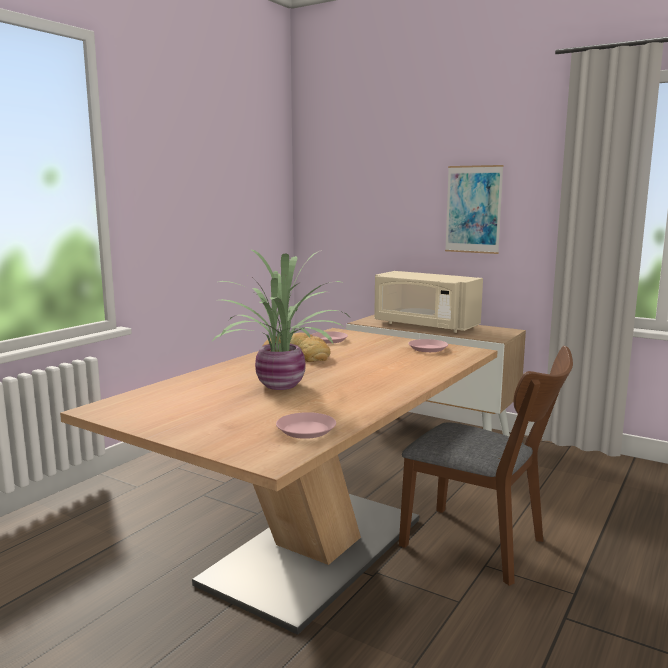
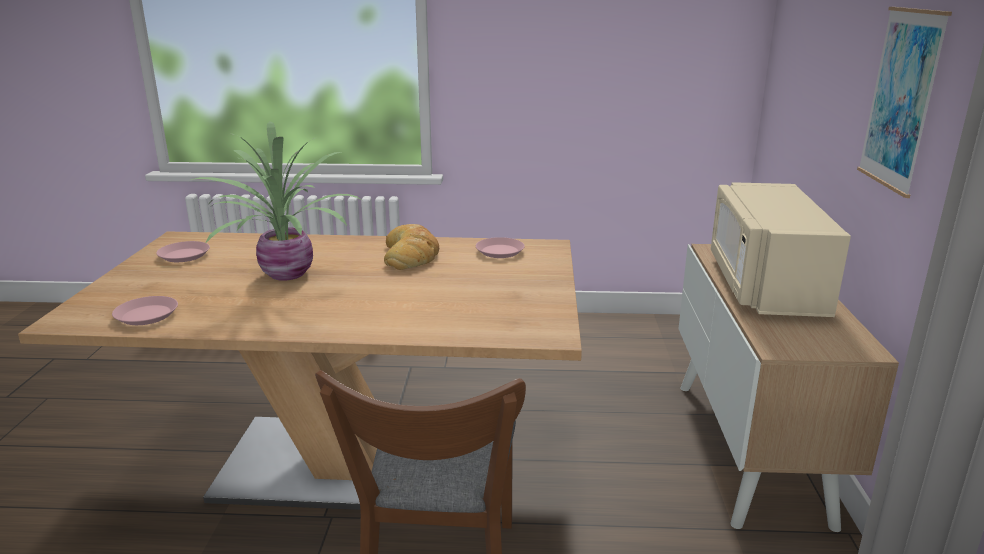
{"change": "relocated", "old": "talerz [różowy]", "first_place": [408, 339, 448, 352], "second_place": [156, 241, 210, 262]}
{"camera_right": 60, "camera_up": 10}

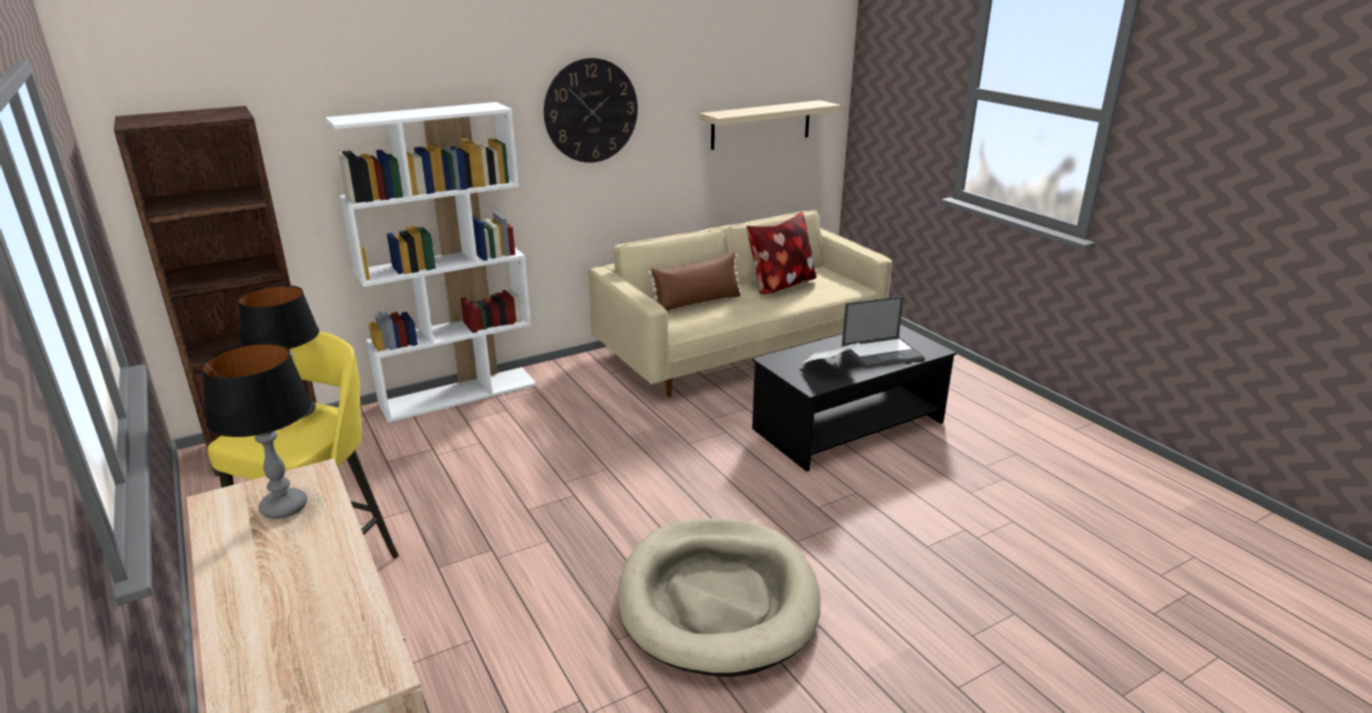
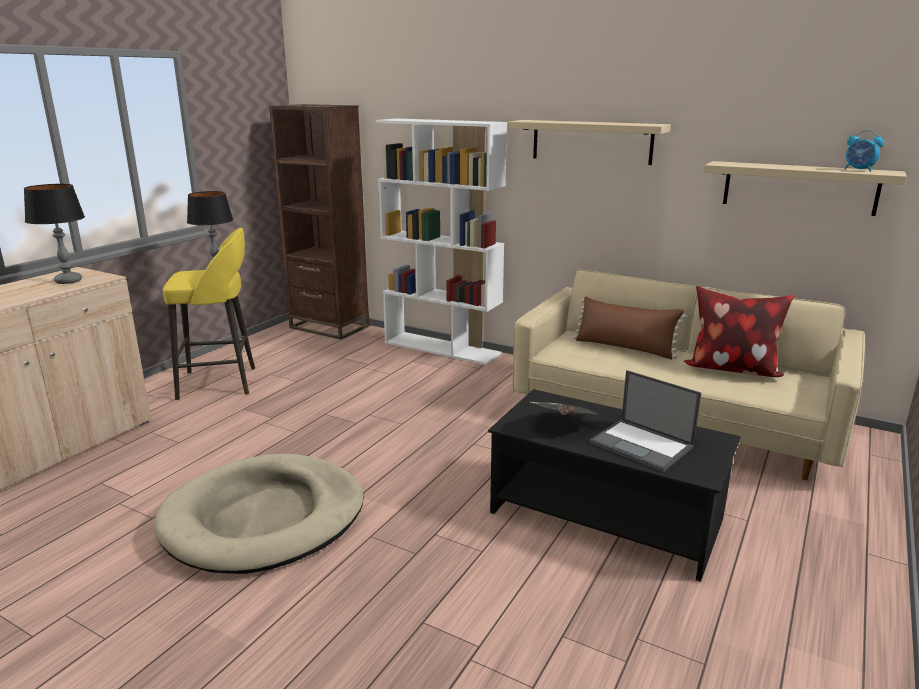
{"change": "exchanged", "old": "zegar ścienny", "new": "półka [beżowy]", "first_place": [544, 58, 638, 163], "second_place": [508, 120, 671, 165]}
{"change": "appeared", "new": "budzik", "second_place": [844, 130, 884, 172]}
{"camera_right": 60, "camera_up": -5}

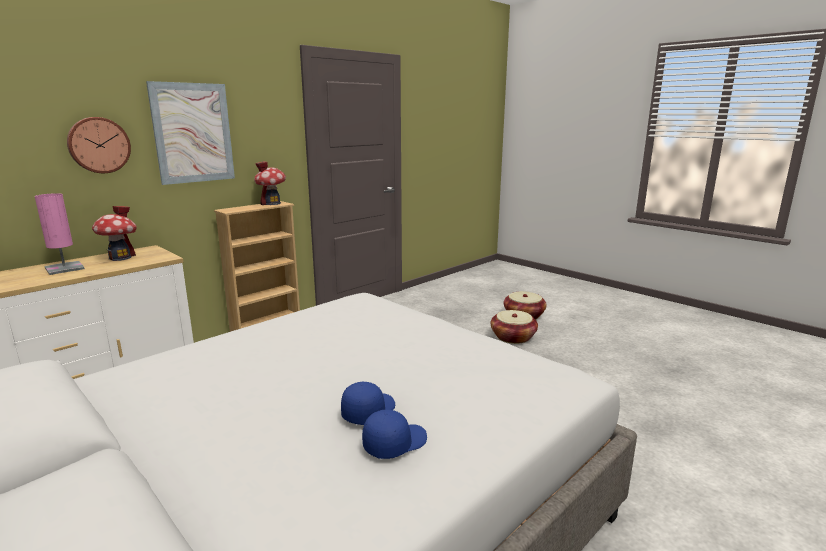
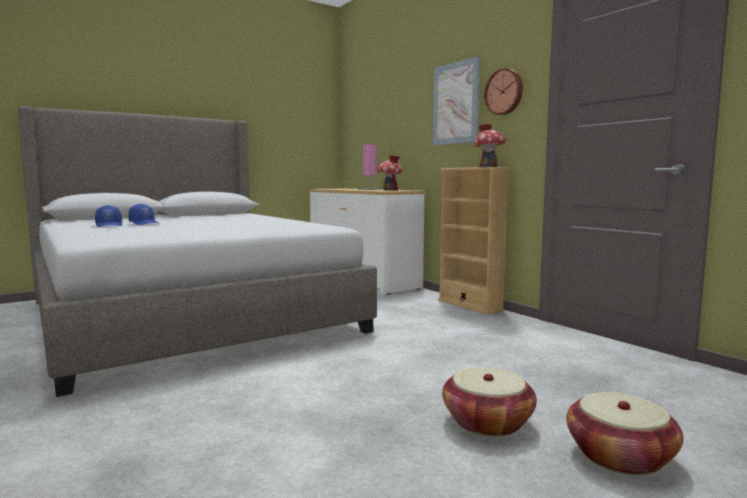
{"change": "relocated", "old": "zegar ścienny", "first_place": [67, 117, 131, 173], "second_place": [484, 68, 523, 115]}
{"camera_right": 100, "camera_up": -10}

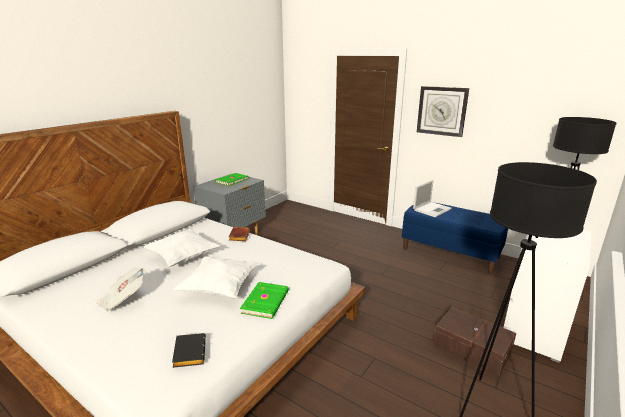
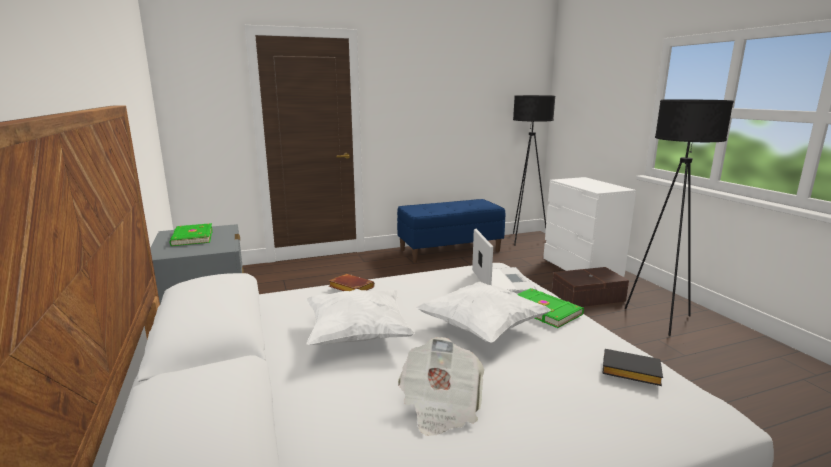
{"change": "relocated", "old": "laptop", "first_place": [413, 180, 452, 217], "second_place": [472, 229, 537, 293]}
{"change": "missing", "old": "zegar ścienny", "first_place": [417, 86, 469, 137]}
{"camera_right": -55, "camera_up": -5}

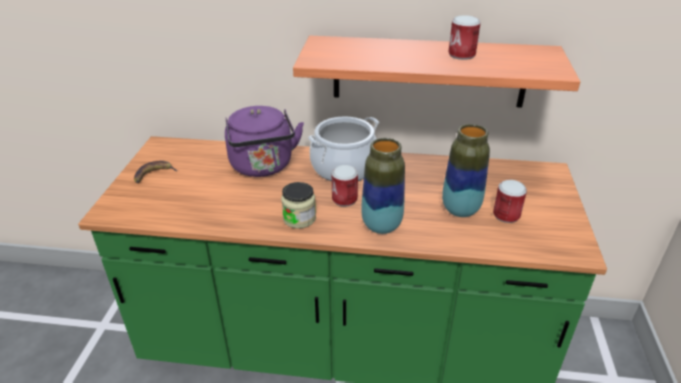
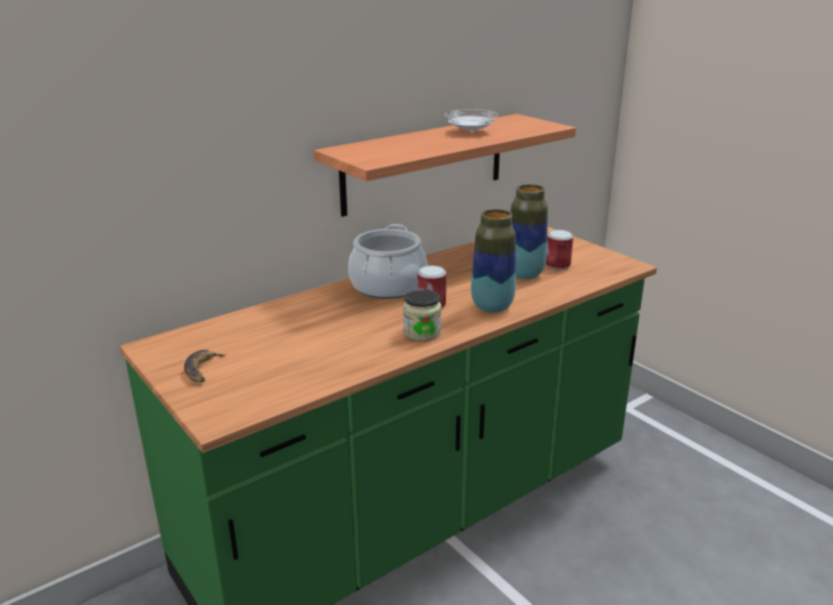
{"change": "exchanged", "old": "puszka", "new": "talerz [biały]", "first_place": [449, 15, 481, 60], "second_place": [445, 109, 498, 132]}
{"change": "missing", "old": "czajnik [fioletowy]", "first_place": [225, 106, 304, 177]}
{"camera_right": -45, "camera_up": -10}

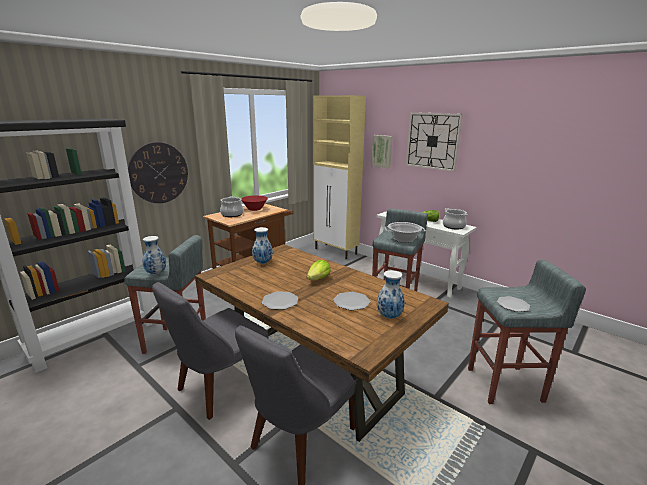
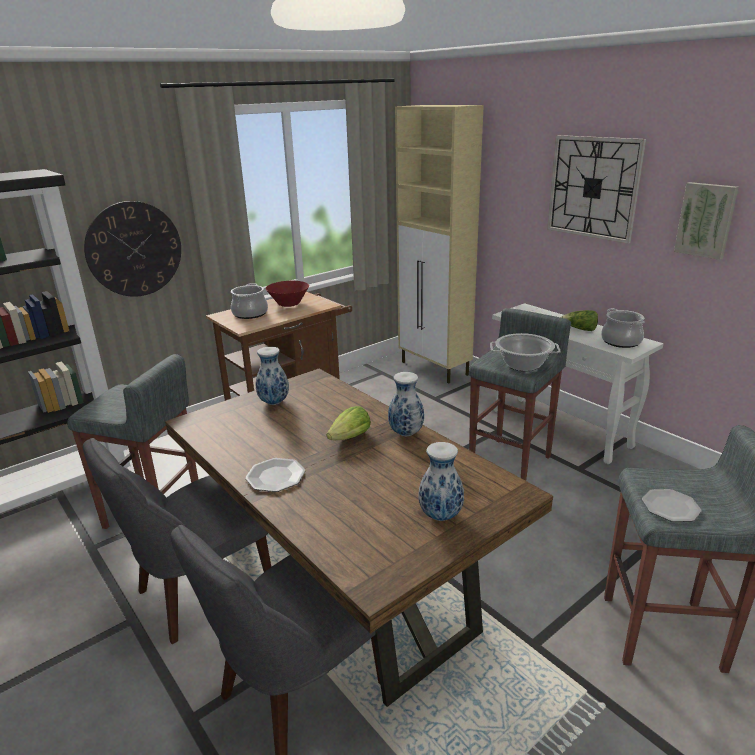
{"change": "relocated", "old": "wazon", "first_place": [143, 236, 166, 275], "second_place": [388, 372, 424, 436]}
{"change": "relocated", "old": "obraz", "first_place": [371, 135, 393, 169], "second_place": [674, 182, 739, 260]}
{"change": "missing", "old": "talerz", "first_place": [333, 292, 371, 310]}
{"camera_right": 10, "camera_up": 5}

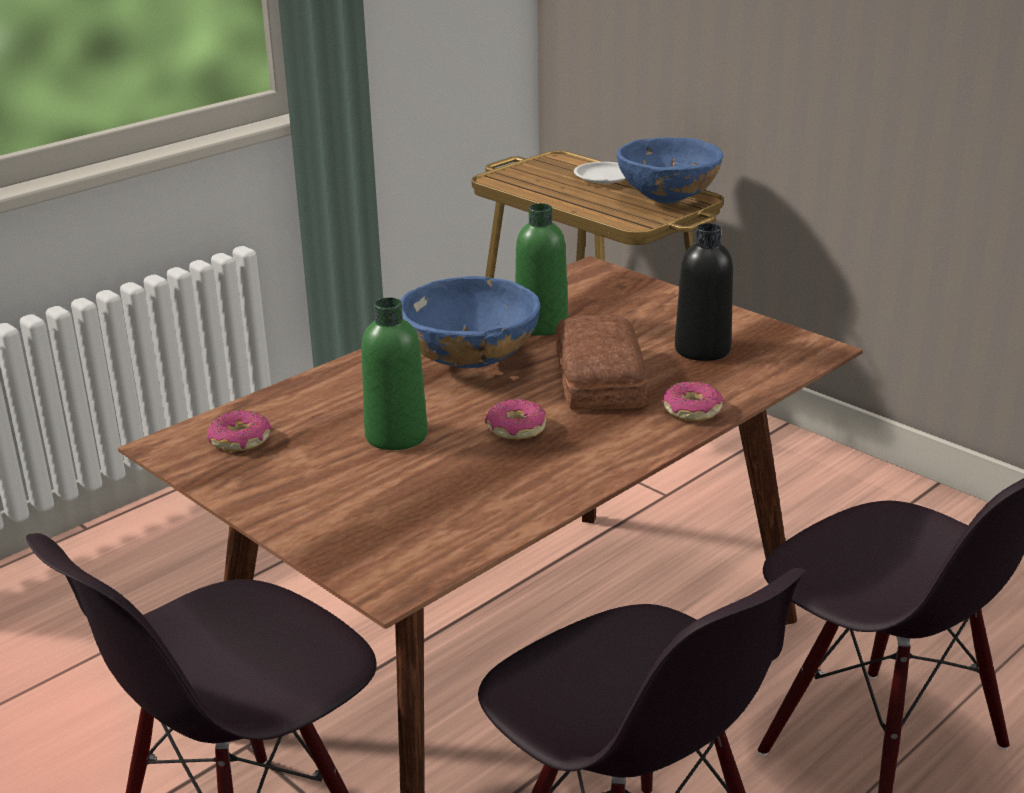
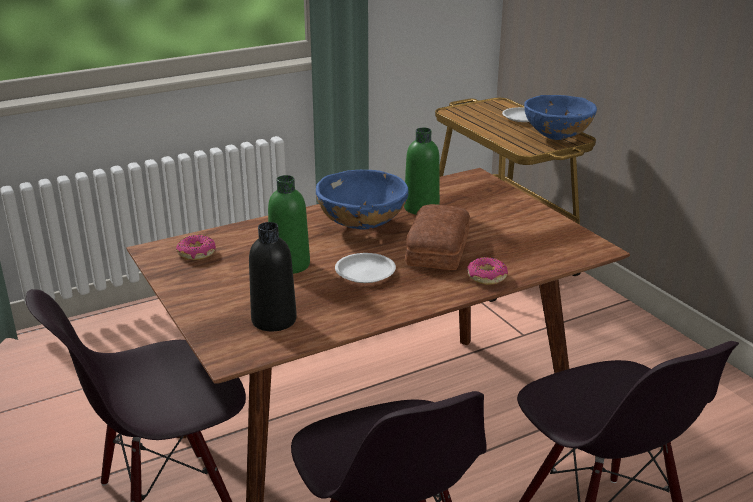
{"change": "relocated", "old": "butelka [czarny]", "first_place": [675, 223, 733, 361], "second_place": [249, 222, 297, 331]}
{"change": "exchanged", "old": "donut", "new": "talerz [biały]", "first_place": [485, 399, 546, 440], "second_place": [335, 253, 396, 283]}
{"camera_right": 15, "camera_up": 0}

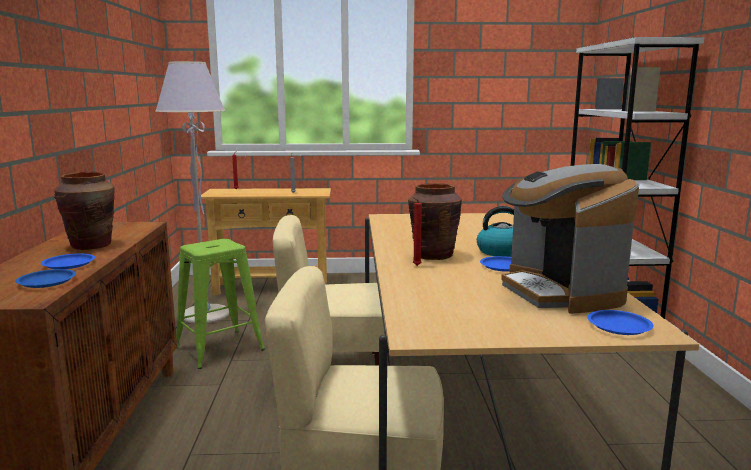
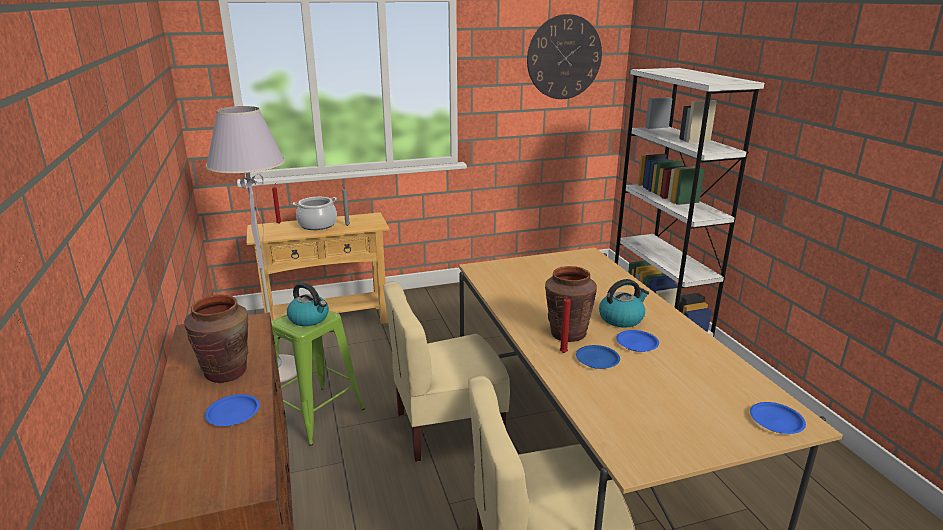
{"change": "appeared", "new": "czajnik", "second_place": [287, 282, 329, 326]}
{"change": "appeared", "new": "garnek", "second_place": [293, 197, 337, 230]}
{"change": "appeared", "new": "zegar ścienny", "second_place": [527, 14, 602, 99]}
{"change": "relocated", "old": "talerz [niebieski]", "first_place": [15, 269, 76, 288], "second_place": [576, 345, 620, 369]}
{"change": "missing", "old": "ekspres do kawy", "first_place": [501, 164, 639, 314]}
{"camera_right": -15, "camera_up": 10}

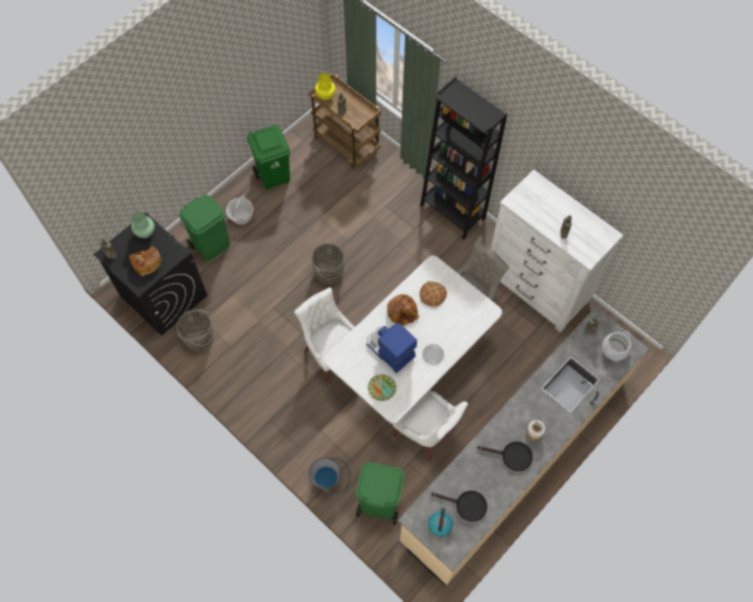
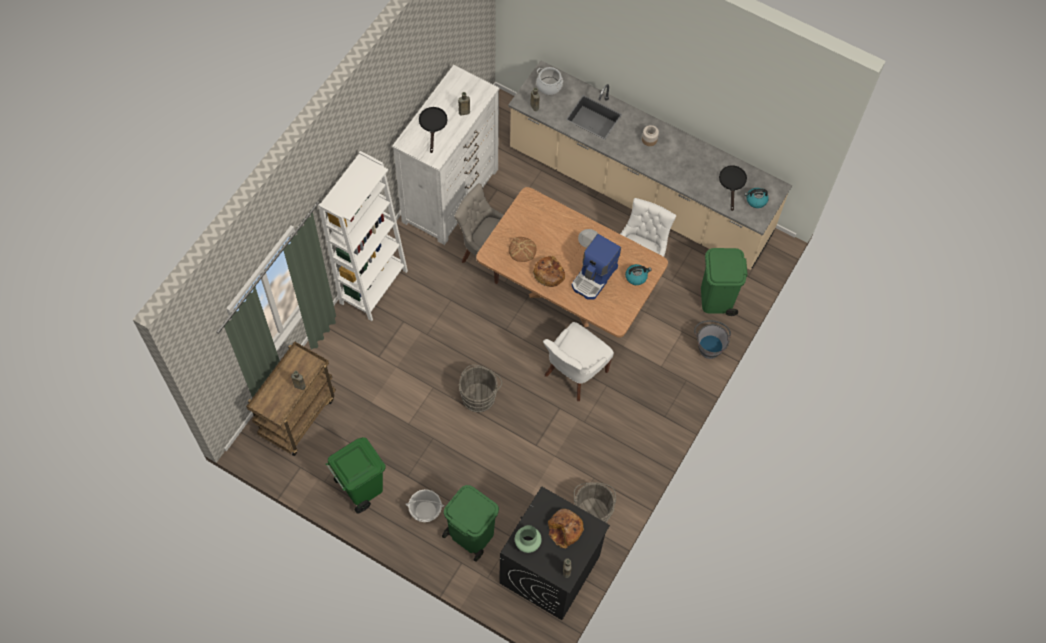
{"change": "colour", "old": "regał [czarny]", "new": "regał [biały]", "first_place": [420, 77, 507, 240], "second_place": [318, 151, 408, 321]}
{"change": "relocated", "old": "patelnia [czarny]", "first_place": [477, 442, 533, 471], "second_place": [419, 107, 447, 153]}
{"change": "colour", "old": "stół jadalny [biały]", "new": "stół jadalny [brązowy]", "first_place": [324, 256, 502, 424], "second_place": [476, 187, 668, 337]}
{"change": "exchanged", "old": "talerz", "new": "czajnik", "first_place": [368, 374, 396, 401], "second_place": [625, 264, 652, 285]}
{"change": "missing", "old": "wazon [żółty]", "first_place": [315, 73, 335, 100]}
{"camera_right": -105, "camera_up": 0}

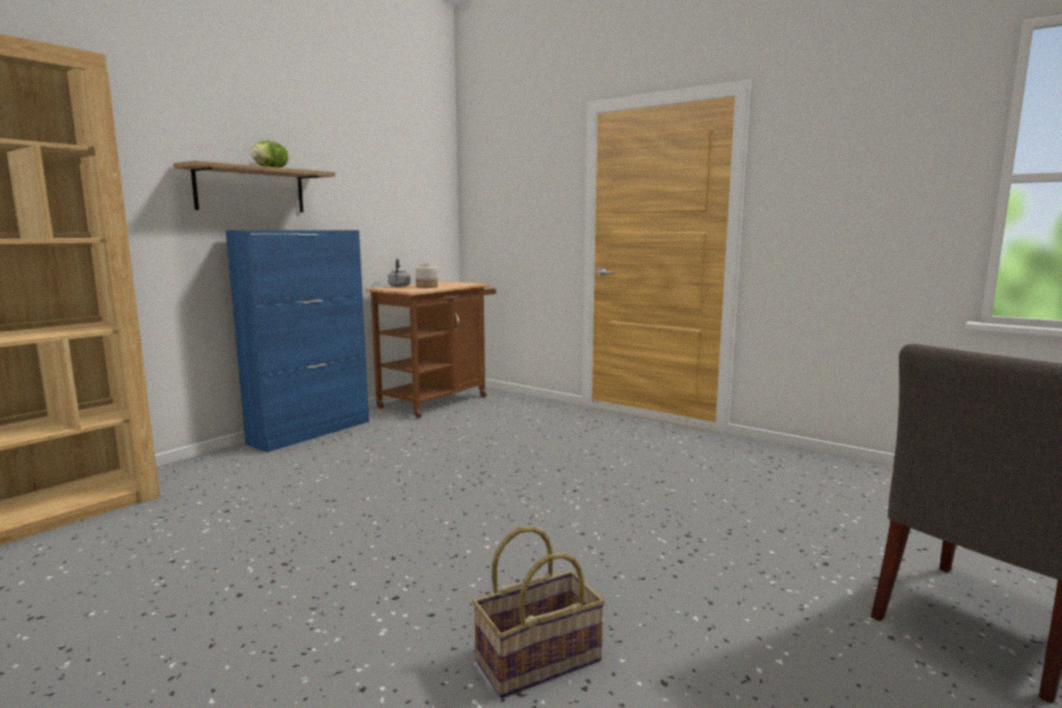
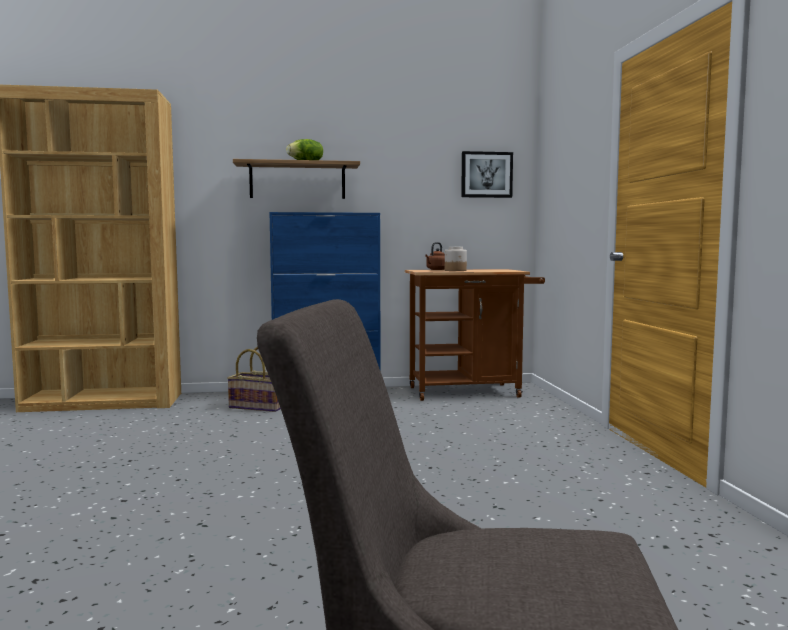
{"change": "relocated", "old": "koszyk", "first_place": [472, 526, 605, 698], "second_place": [227, 346, 281, 412]}
{"change": "colour", "old": "czajnik [szary]", "new": "czajnik [brązowy]", "first_place": [388, 259, 411, 287], "second_place": [425, 242, 445, 270]}
{"change": "appeared", "new": "obraz", "second_place": [461, 151, 513, 198]}
{"camera_right": 45, "camera_up": -5}

